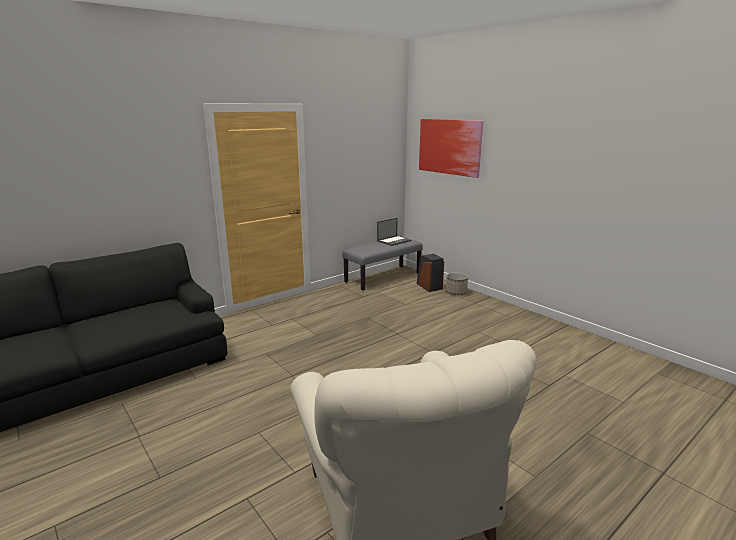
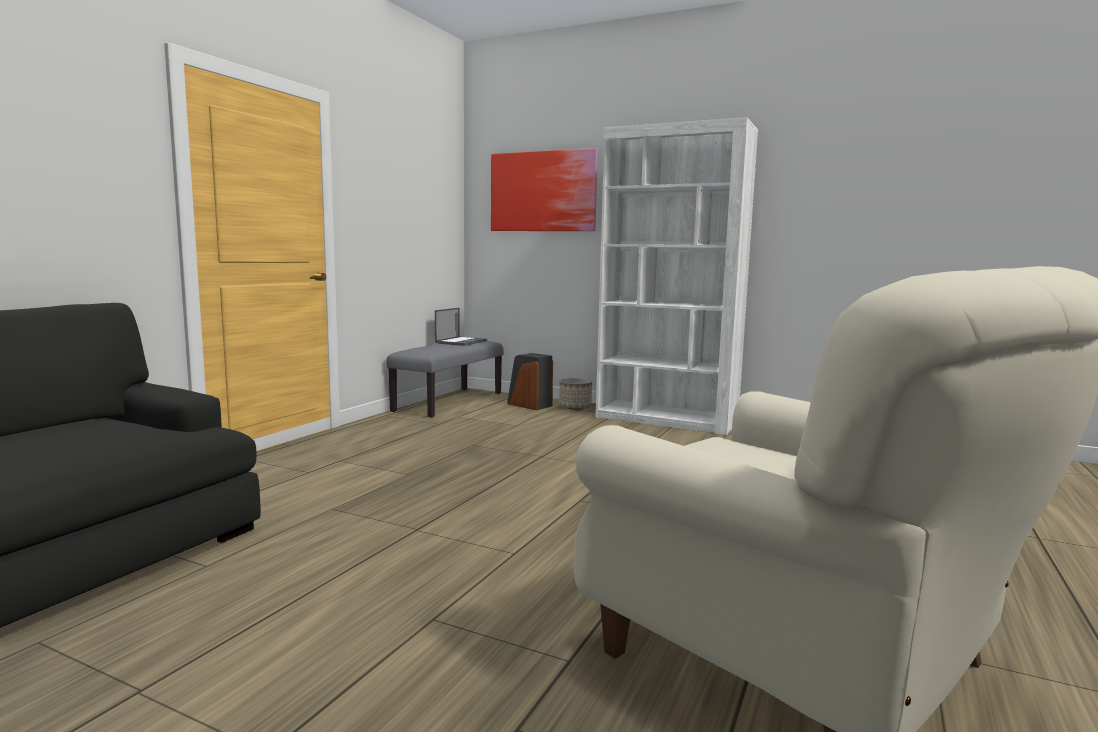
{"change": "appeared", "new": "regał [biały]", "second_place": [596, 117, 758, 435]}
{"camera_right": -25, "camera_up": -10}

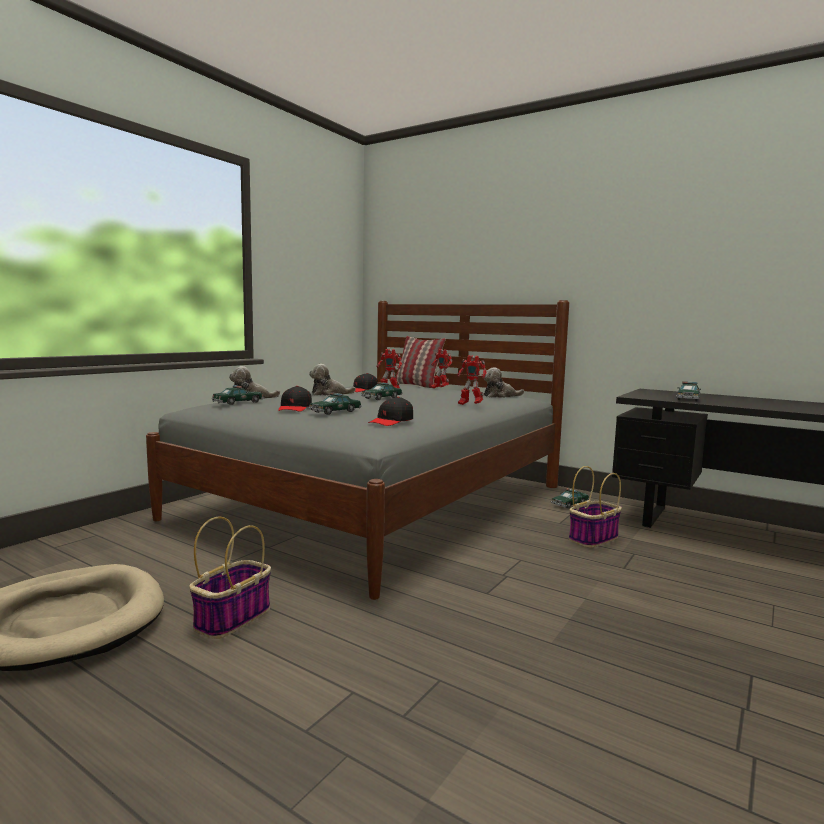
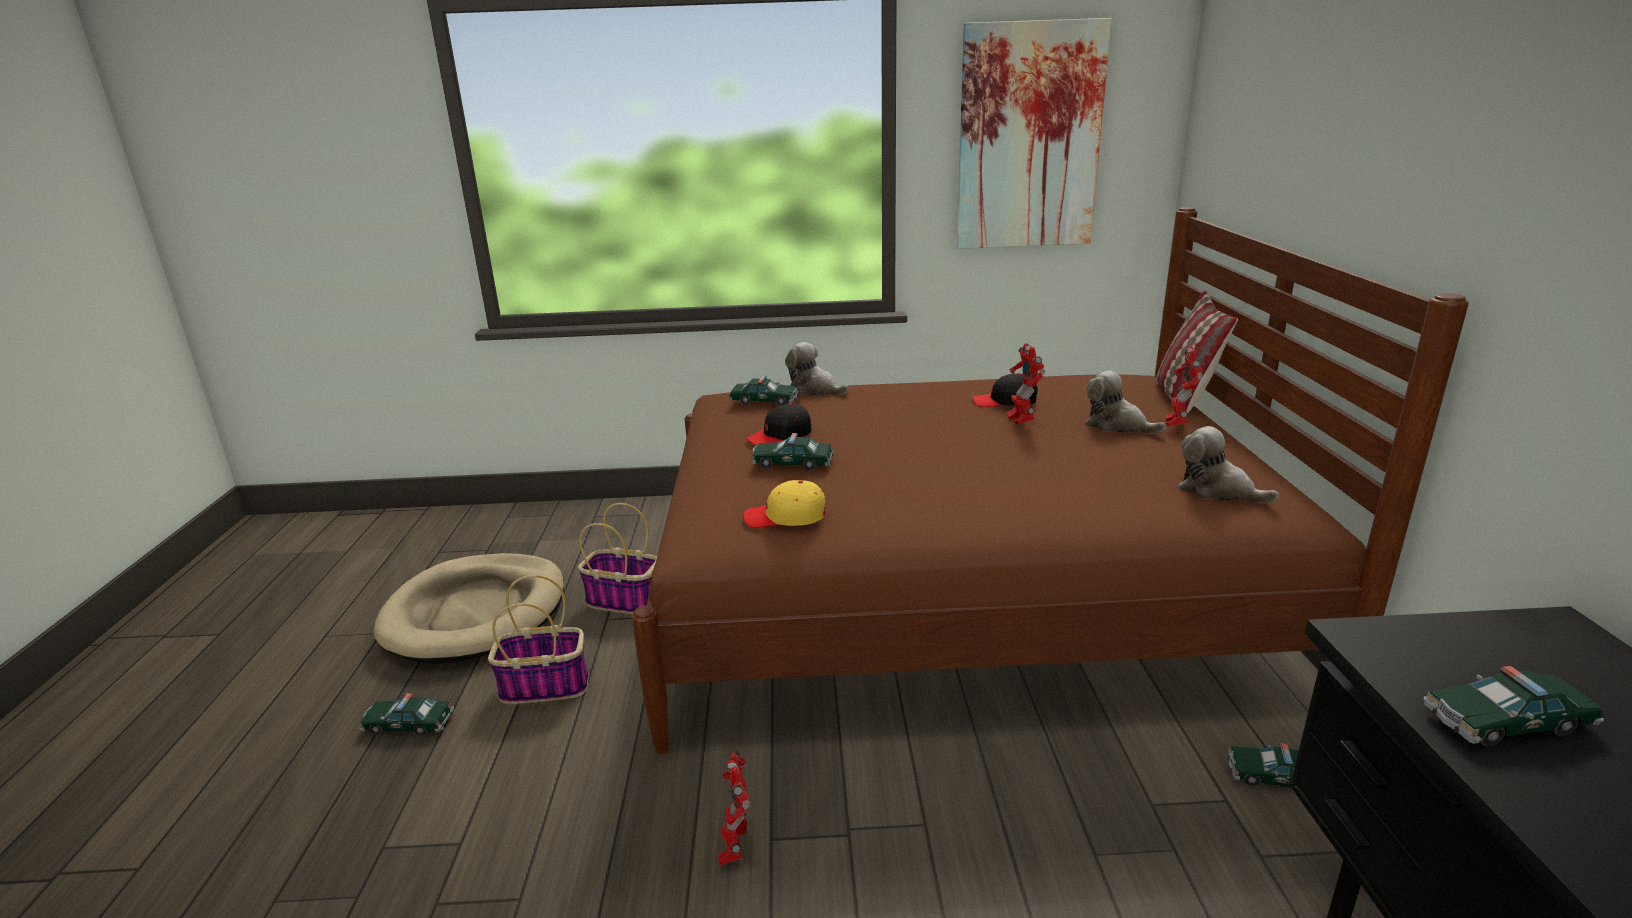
{"change": "relocated", "old": "samochodzik", "first_place": [361, 382, 403, 400], "second_place": [359, 693, 454, 736]}
{"change": "relocated", "old": "koszyk", "first_place": [569, 466, 622, 548], "second_place": [578, 503, 657, 614]}
{"change": "colour", "old": "łóżko [szary]", "new": "łóżko [brązowy]", "first_place": [146, 300, 569, 600], "second_place": [632, 207, 1469, 754]}
{"change": "relocated", "old": "robot zabawkowy", "first_place": [457, 355, 487, 405], "second_place": [718, 751, 750, 866]}
{"change": "colour", "old": "czapka z daszkiem [czarny]", "new": "czapka z daszkiem [żółty]", "first_place": [368, 397, 413, 426], "second_place": [743, 480, 826, 528]}
{"change": "appeared", "new": "obraz", "second_place": [957, 18, 1112, 249]}
{"change": "relocated", "old": "pluszak", "first_place": [309, 364, 356, 396], "second_place": [1085, 371, 1166, 434]}
{"camera_right": 55, "camera_up": 15}

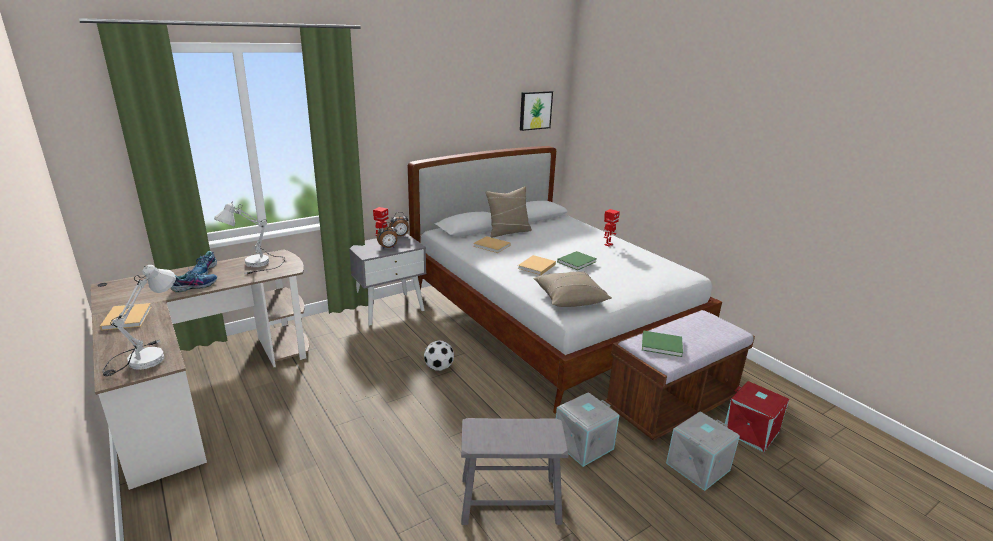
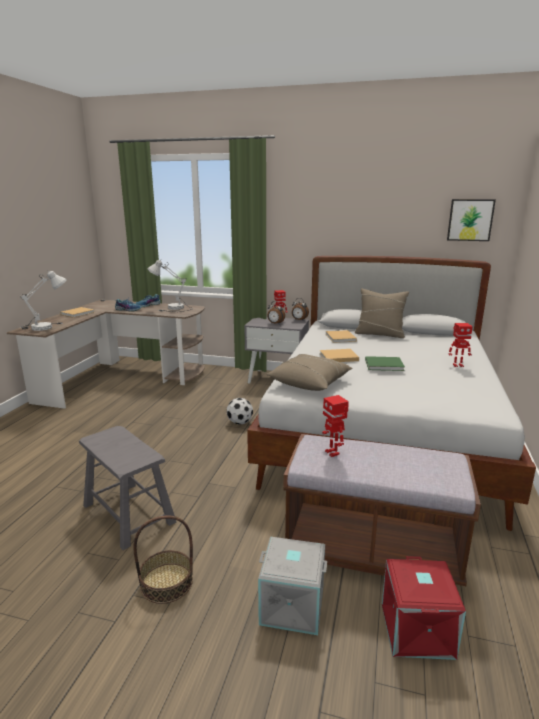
{"change": "appeared", "new": "koszyk", "second_place": [133, 515, 193, 604]}
{"change": "exchanged", "old": "książka [zielony]", "new": "robot zabawkowy", "first_place": [642, 330, 683, 357], "second_place": [322, 395, 349, 457]}
{"change": "missing", "old": "pojemnik do przechowywania [szary]", "first_place": [556, 392, 619, 467]}
{"camera_right": 50, "camera_up": -5}

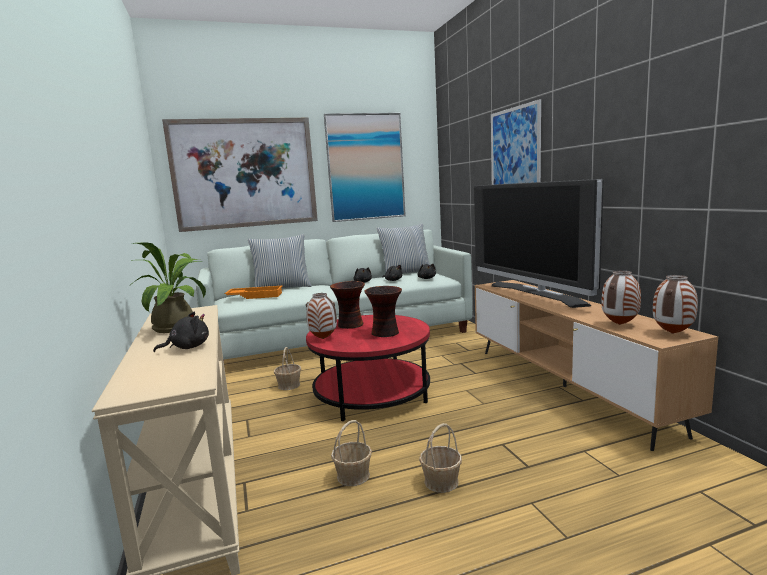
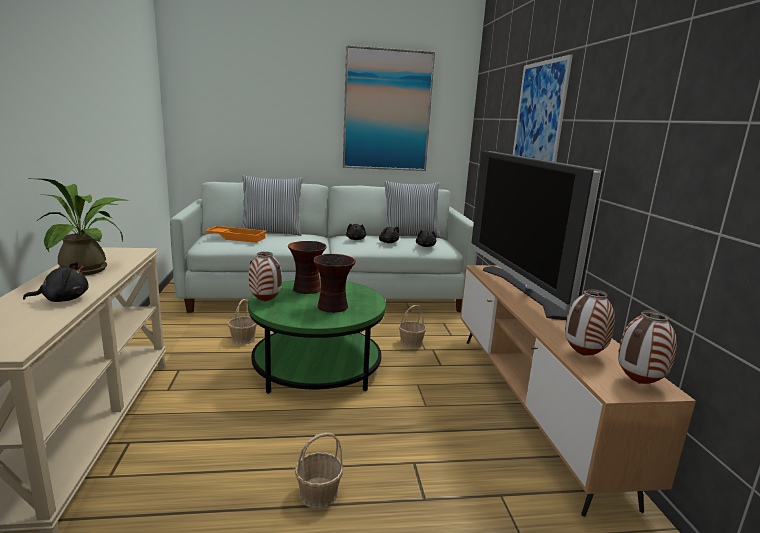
{"change": "colour", "old": "ława [czerwony]", "new": "ława [zielony]", "first_place": [306, 315, 430, 421], "second_place": [248, 279, 386, 394]}
{"change": "relocated", "old": "koszyk", "first_place": [331, 420, 372, 486], "second_place": [398, 305, 427, 349]}
{"change": "missing", "old": "obraz", "first_place": [162, 118, 318, 232]}
{"camera_right": 10, "camera_up": 5}

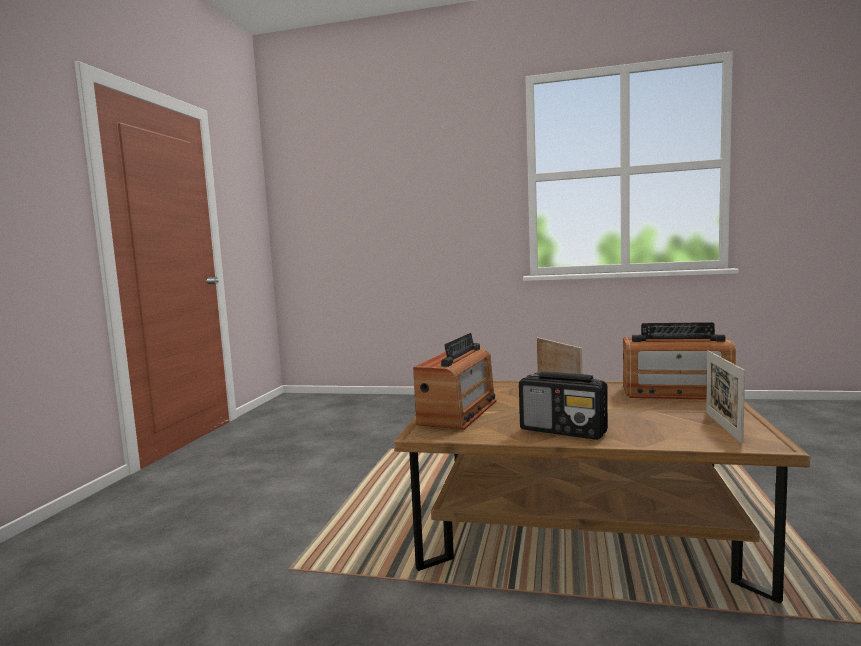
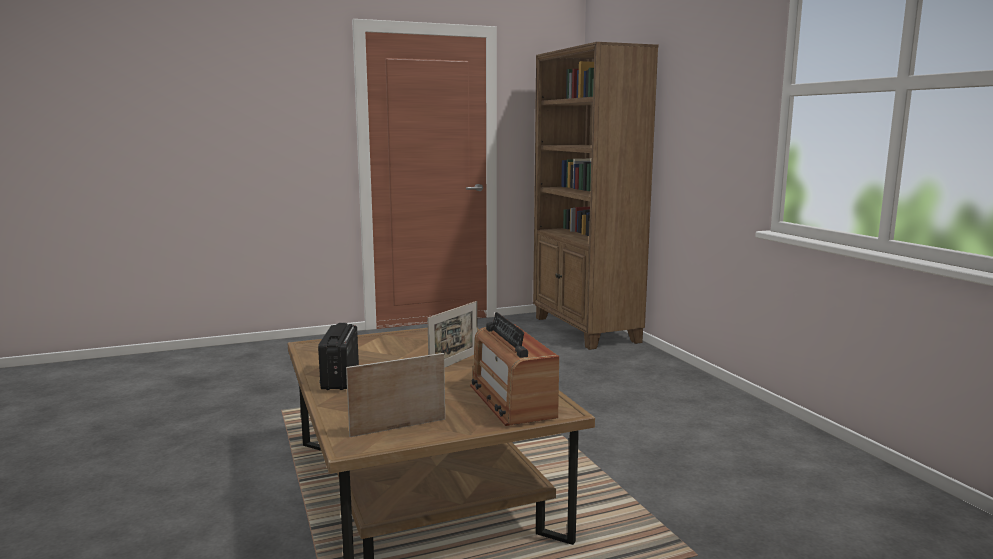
{"change": "appeared", "new": "regał [brązowy]", "second_place": [533, 42, 659, 350]}
{"change": "missing", "old": "radio", "first_place": [413, 333, 497, 430]}
{"camera_right": 55, "camera_up": 5}

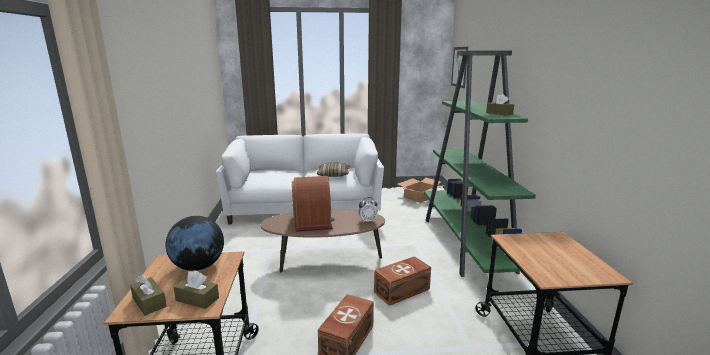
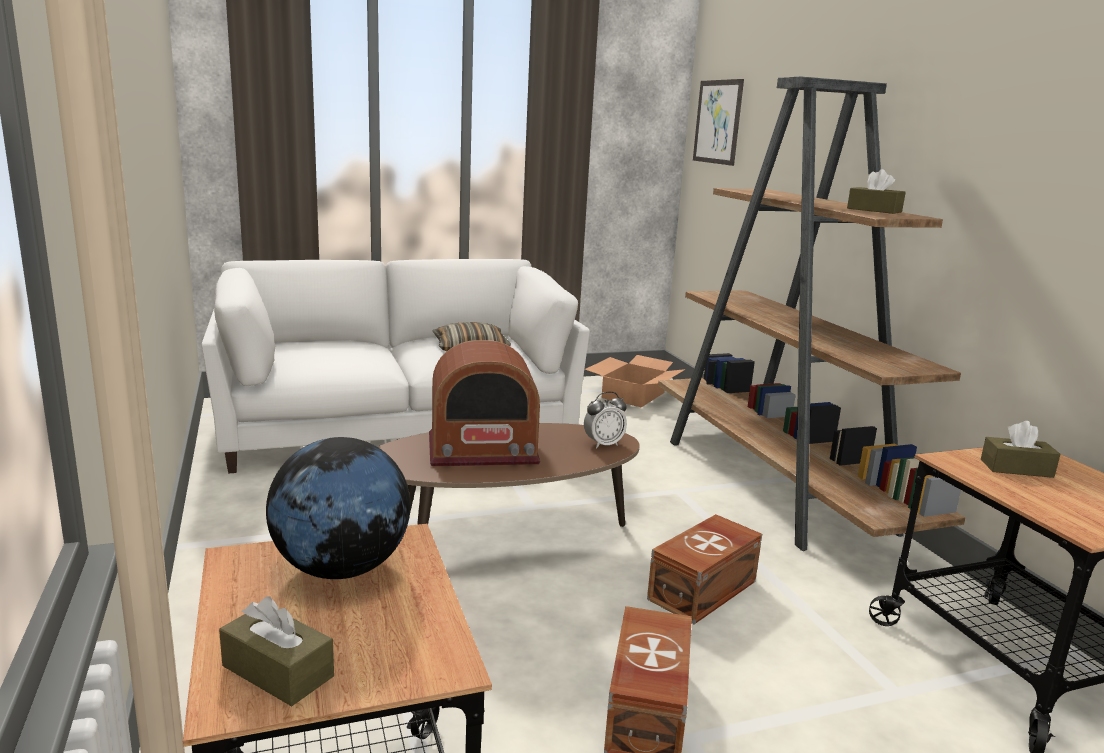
{"change": "spun", "old": "radio", "first_place": [292, 176, 335, 232], "second_place": [429, 340, 541, 466], "degrees": 105}
{"change": "colour", "old": "regał [zielony]", "new": "regał [brązowy]", "first_place": [424, 51, 536, 277], "second_place": [658, 77, 966, 551]}
{"change": "relocated", "old": "pudełko chusteczek [brązowy]", "first_place": [174, 270, 219, 309], "second_place": [981, 421, 1061, 478]}
{"camera_right": -15, "camera_up": 0}

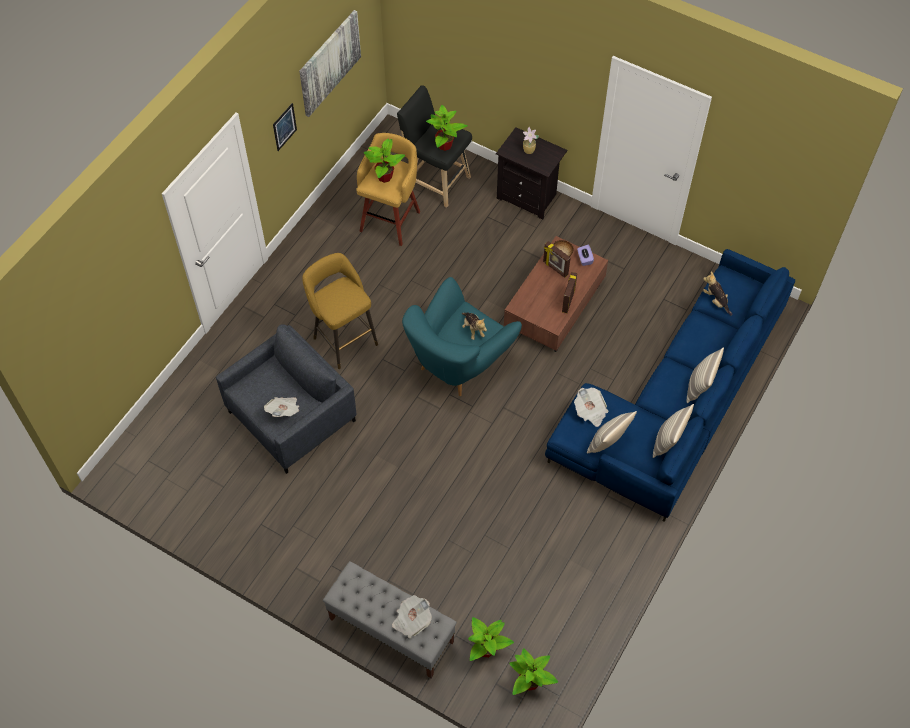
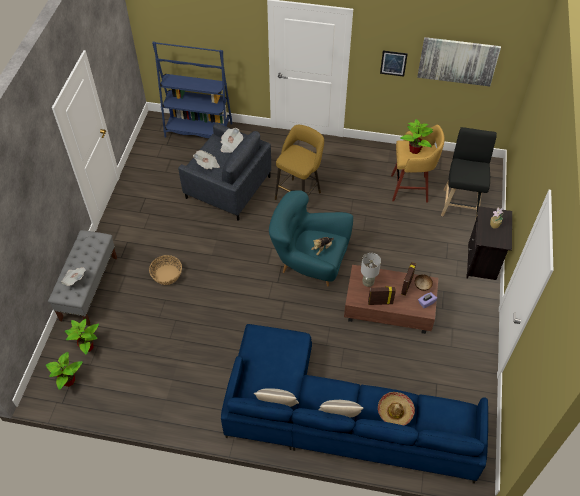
{"change": "appeared", "new": "koszyk", "second_place": [149, 255, 182, 285]}
{"change": "appeared", "new": "regał [niebieski]", "second_place": [152, 42, 232, 138]}
{"change": "relocated", "old": "gazeta", "first_place": [574, 388, 608, 427], "second_place": [220, 128, 243, 153]}
{"change": "appeared", "new": "lampa stołowa [szary]", "second_place": [361, 253, 381, 287]}
{"change": "appeared", "new": "kapelusz", "second_place": [378, 392, 415, 425]}
{"change": "missing", "old": "roślina doniczkowa", "first_place": [426, 105, 468, 151]}
{"change": "missing", "old": "poduszka", "first_place": [587, 411, 637, 454]}
{"change": "missing", "old": "pluszak", "first_place": [703, 272, 733, 316]}
{"camera_right": 70, "camera_up": -5}

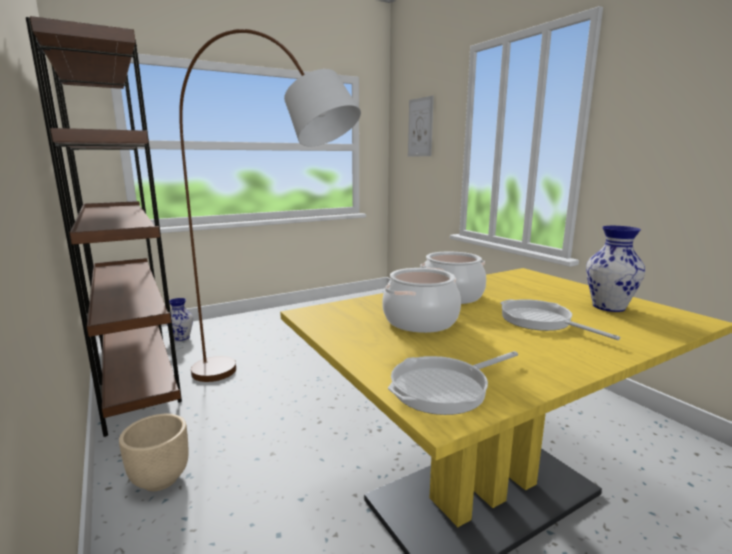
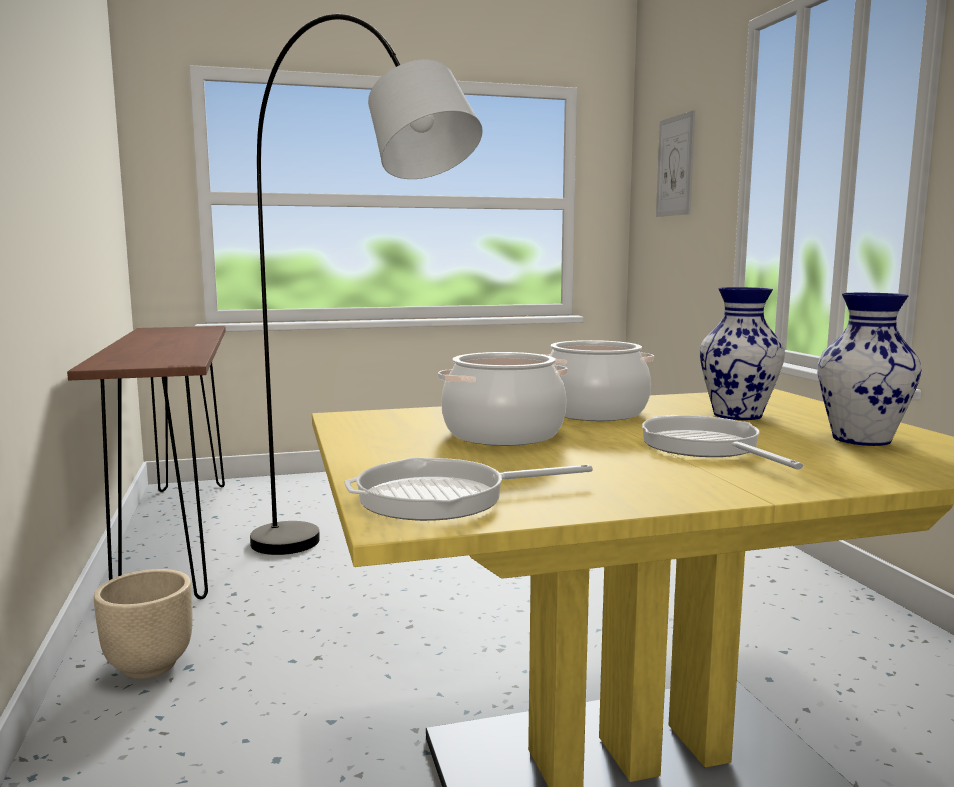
{"change": "exchanged", "old": "regał [brązowy]", "new": "stolik konsolowy [brązowy]", "first_place": [26, 16, 182, 437], "second_place": [67, 326, 226, 599]}
{"change": "colour", "old": "lampa stojąca [brązowy]", "new": "lampa stojąca [szary]", "first_place": [179, 29, 361, 382], "second_place": [250, 14, 482, 555]}
{"change": "relocated", "old": "wazon", "first_place": [167, 298, 193, 341], "second_place": [700, 287, 785, 420]}
{"camera_right": 15, "camera_up": -5}

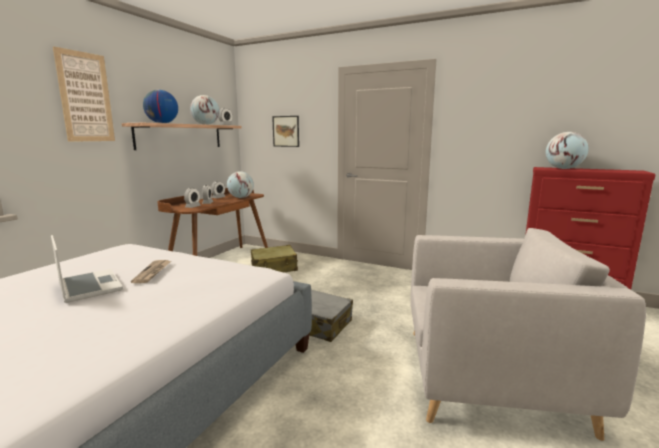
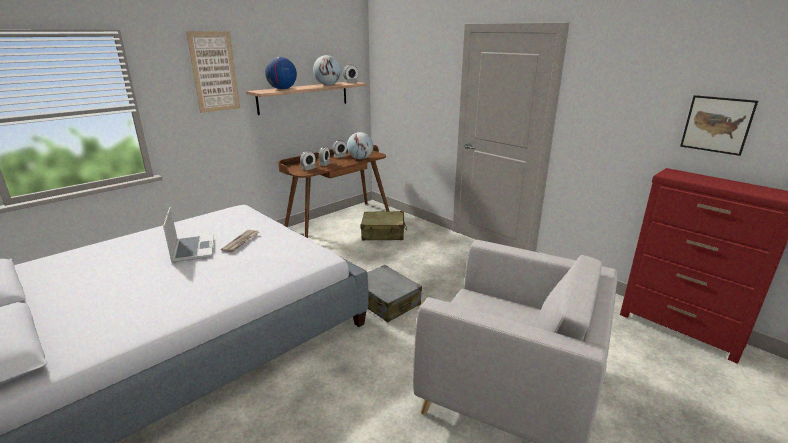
{"change": "relocated", "old": "obraz", "first_place": [272, 116, 299, 147], "second_place": [680, 95, 758, 156]}
{"change": "missing", "old": "globus", "first_place": [545, 132, 589, 169]}
{"camera_right": 20, "camera_up": 10}

